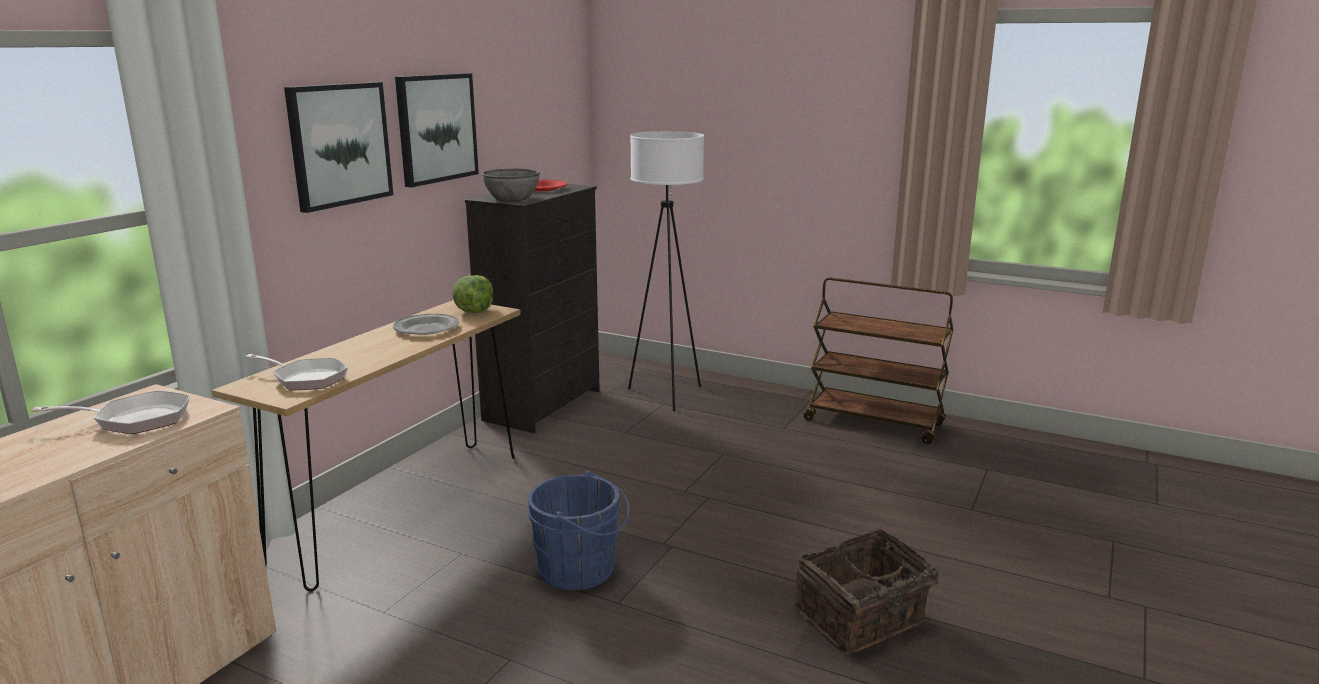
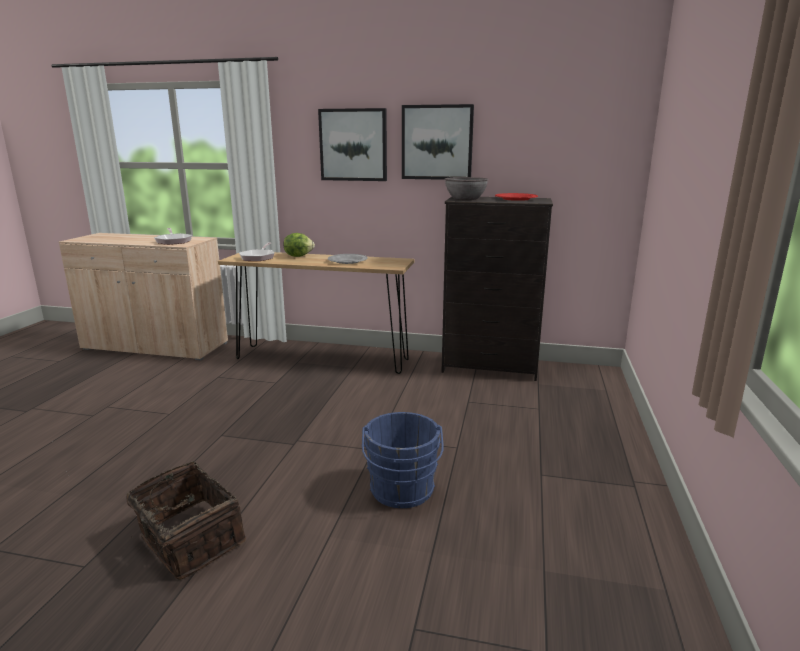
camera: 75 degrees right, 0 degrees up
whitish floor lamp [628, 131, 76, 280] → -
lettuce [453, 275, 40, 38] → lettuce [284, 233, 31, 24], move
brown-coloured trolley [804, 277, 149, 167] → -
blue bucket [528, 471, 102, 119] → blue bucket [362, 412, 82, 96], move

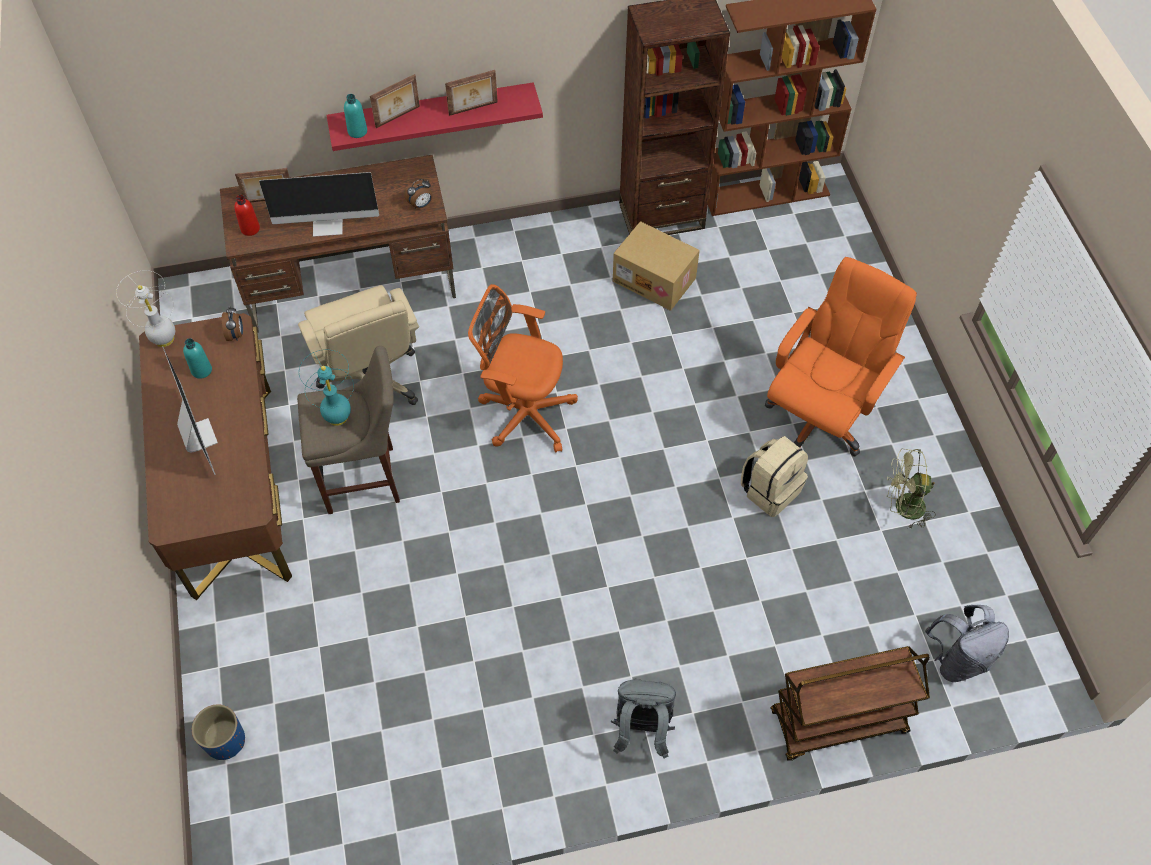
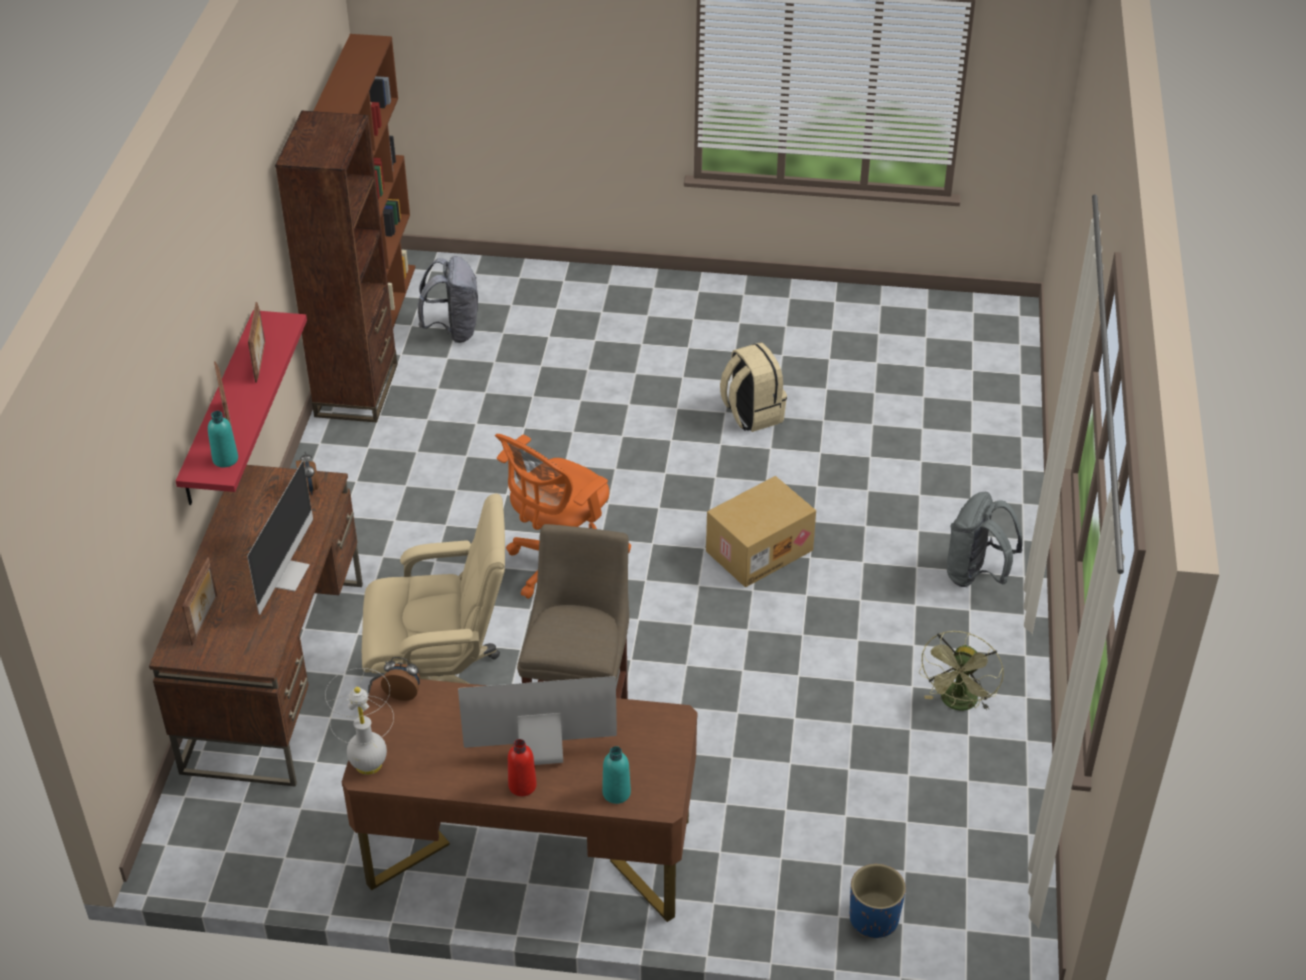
camera: 70 degrees left, 15 degrees down
red beverage bottle [234, 195, 26, 41] → red beverage bottle [508, 739, 29, 57], move
packing box [613, 221, 87, 90] → packing box [706, 476, 110, 111], move
orangey computer chair [765, 257, 152, 199] → -
turquoise beverage bottle [183, 338, 29, 41] → turquoise beverage bottle [602, 746, 29, 58], move
turquoise lamp for a table [299, 350, 55, 76] → -
green-coloured fan [887, 448, 49, 82] → green-coloured fan [919, 631, 85, 80], move
gray rucksack [925, 605, 84, 77] → gray rucksack [418, 256, 60, 87], move
brown-coloured trolley [770, 646, 160, 115] → -

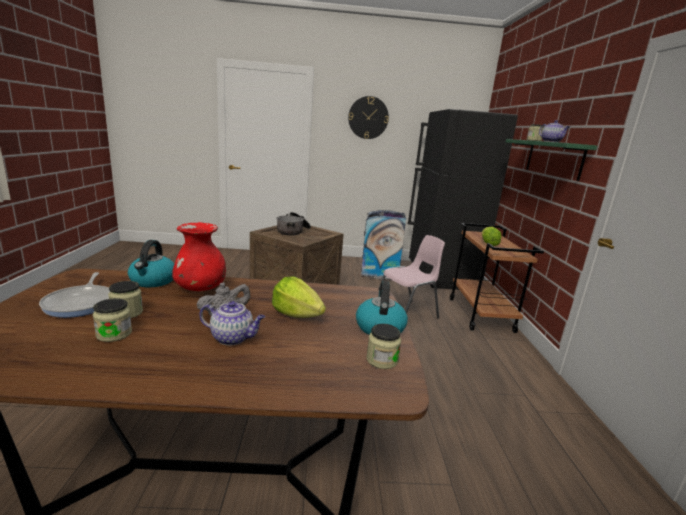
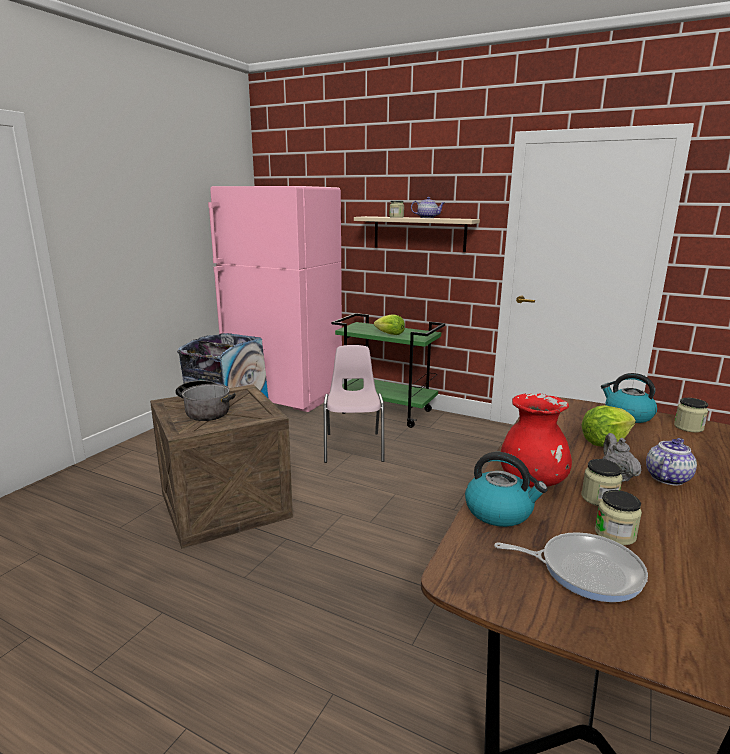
camera: 60 degrees left, 0 degrees up
hanging clock [348, 96, 41, 43] → -
blackish kitchen fridge [408, 109, 110, 181] → pinkish kitchen fridge [208, 186, 134, 226]
green-coloured shelf [506, 139, 91, 42] → beige-coloured shelf [354, 216, 126, 36]
brown-coloured trolley [450, 223, 94, 110] → green-coloured trolley [332, 313, 113, 115]
preserve jar [93, 298, 39, 44] → preserve jar [581, 459, 41, 47], move

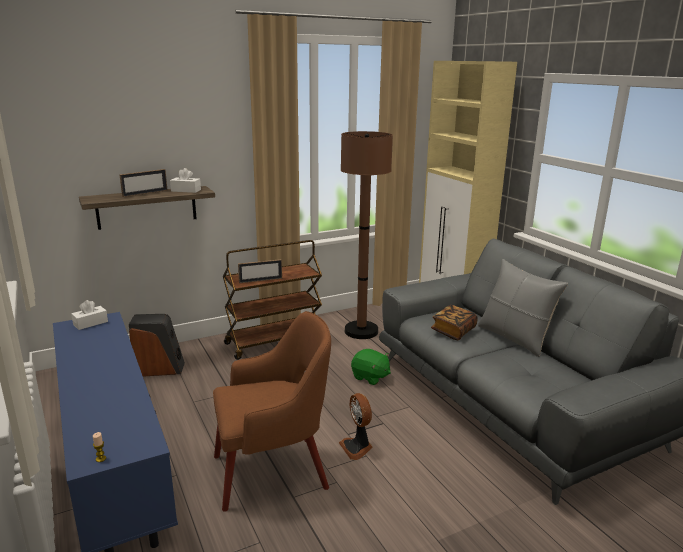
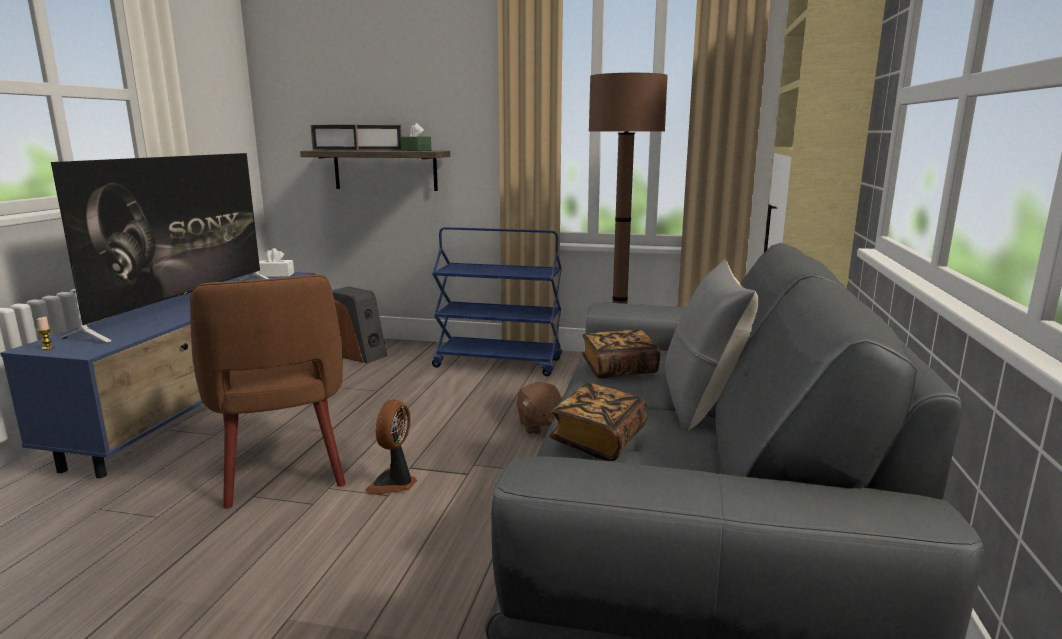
camera: 40 degrees right, 5 degrees down
whitish box of tissues [170, 168, 31, 25] → green-coloured box of tissues [400, 123, 32, 28]
brown-coloured trolley [223, 240, 99, 120] → blue trolley [432, 227, 130, 149]
standing frame [238, 259, 44, 24] → standing frame [310, 125, 49, 26], move
brown-coloured armchair [213, 311, 118, 201] → brown-coloured armchair [190, 275, 155, 234], 45 degrees clockwise
green-coloured soft toy [351, 349, 40, 36] → brown-coloured soft toy [517, 382, 46, 53]
- → TV [51, 153, 218, 190]
- → bound book [549, 383, 98, 78]

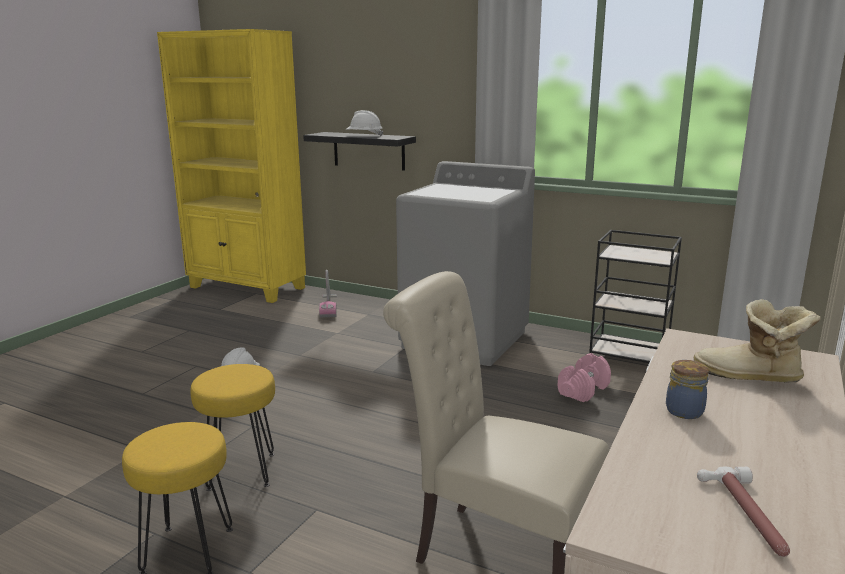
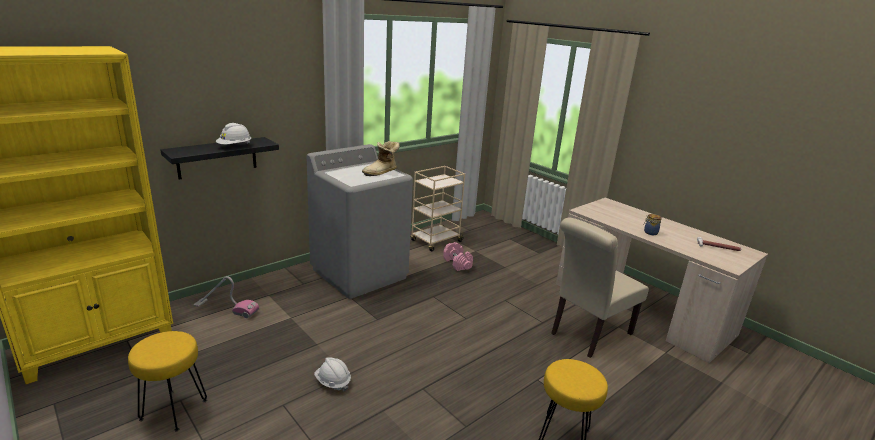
camera: 70 degrees left, 5 degrees up
blackish trolley [588, 230, 94, 133] → beige-coloured trolley [410, 166, 55, 86]
tall boot [694, 299, 127, 84] → tall boot [362, 141, 38, 35], move
yellowish stool seat [190, 364, 85, 127] → yellowish stool seat [128, 331, 79, 100], move

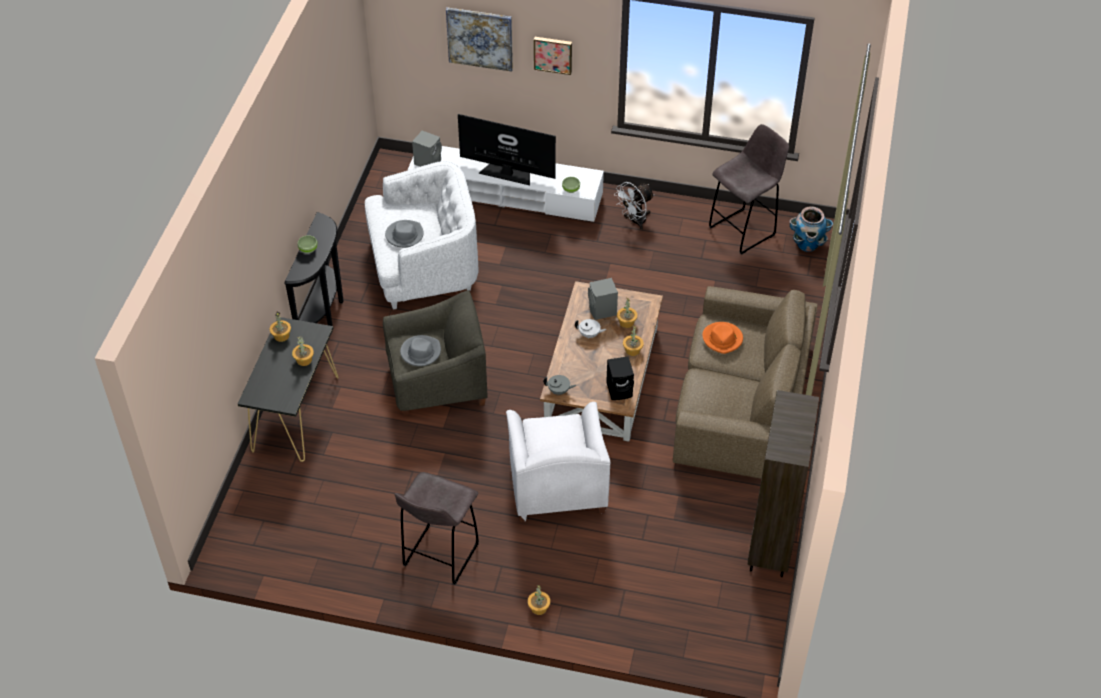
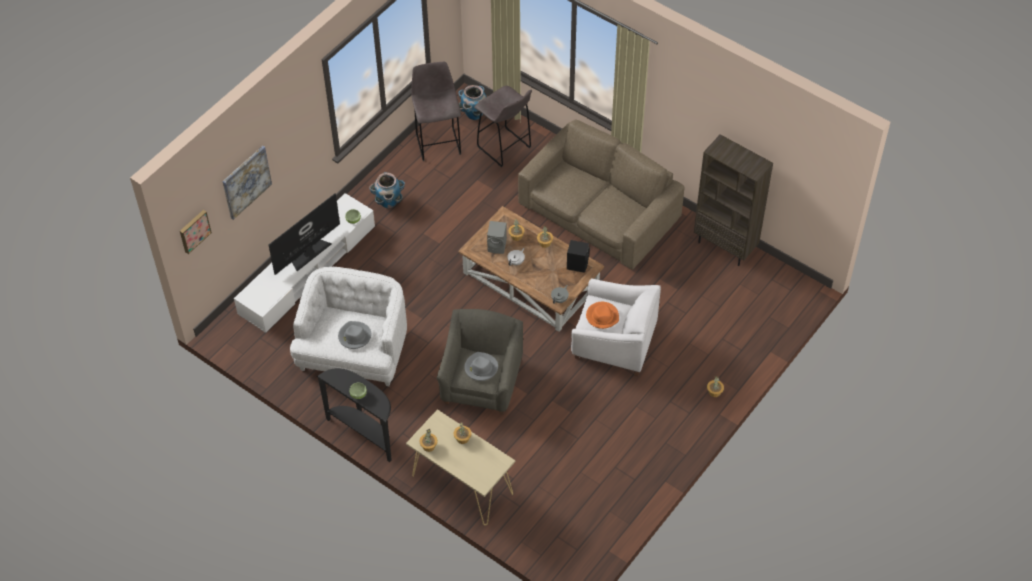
camera: 65 degrees left, 5 degrees up
picture [534, 37, 38, 38] → picture [180, 210, 32, 44], move
gray loudspeaker [412, 131, 30, 36] → -
whitish fan [614, 182, 41, 48] → flower pot [369, 172, 36, 37]
blackish console table [238, 317, 100, 145] → beige-coloured console table [406, 409, 109, 117]
orangey clothing hat [703, 322, 40, 32] → orangey clothing hat [586, 302, 33, 27], move
gray stool seat [395, 472, 84, 113] → gray stool seat [474, 86, 58, 82], move

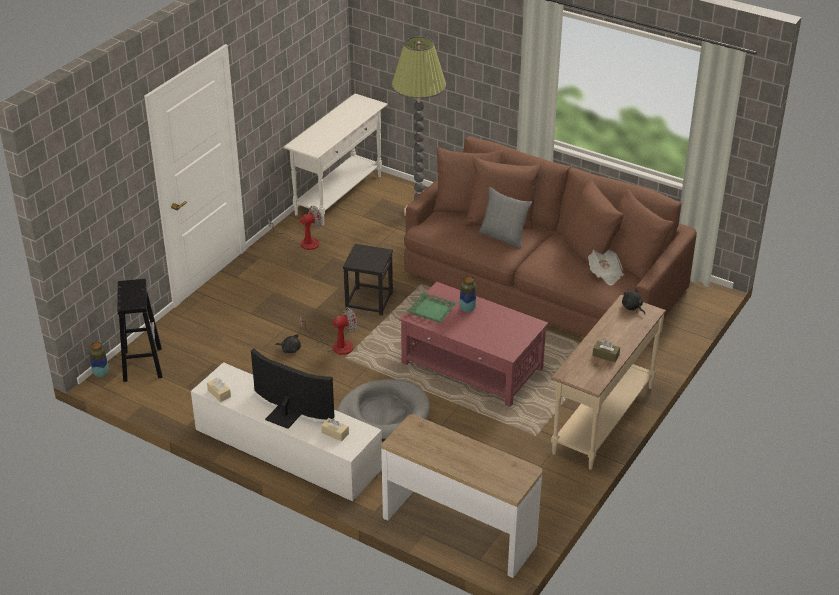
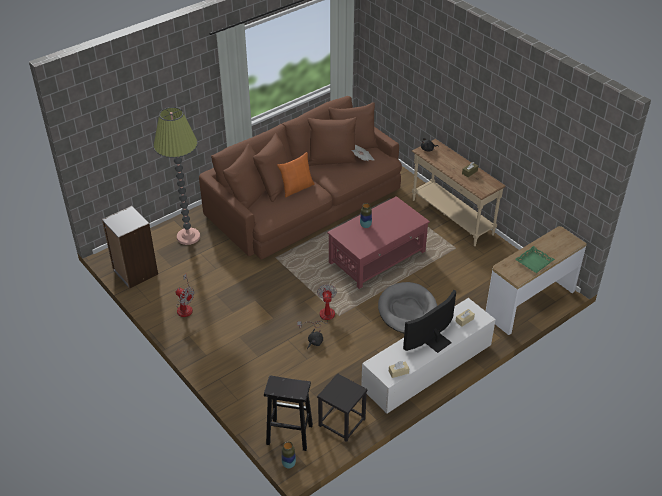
camera: 70 degrees left, 5 degrees up
whitish console table [284, 94, 104, 131] → gray shelving unit [102, 206, 56, 83]
gray pillow [479, 187, 53, 61] → orangey pillow [277, 152, 38, 46]
fan [268, 206, 55, 44] → fan [175, 274, 19, 43], 135 degrees clockwise
blackish stool seat [343, 244, 50, 72] → blackish stool seat [317, 373, 50, 69], move
green-coloured carrying tray [407, 292, 50, 30] → green-coloured carrying tray [515, 246, 40, 27], move

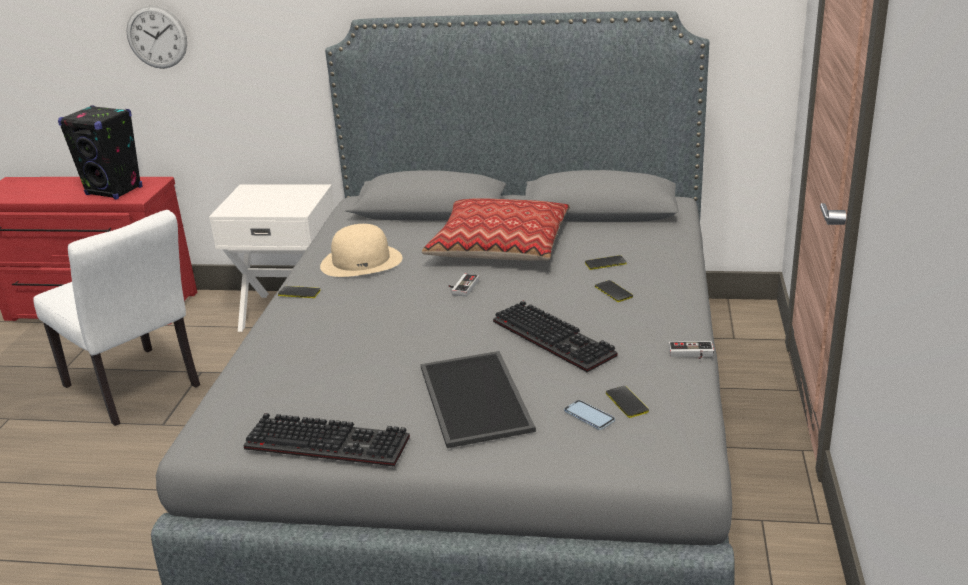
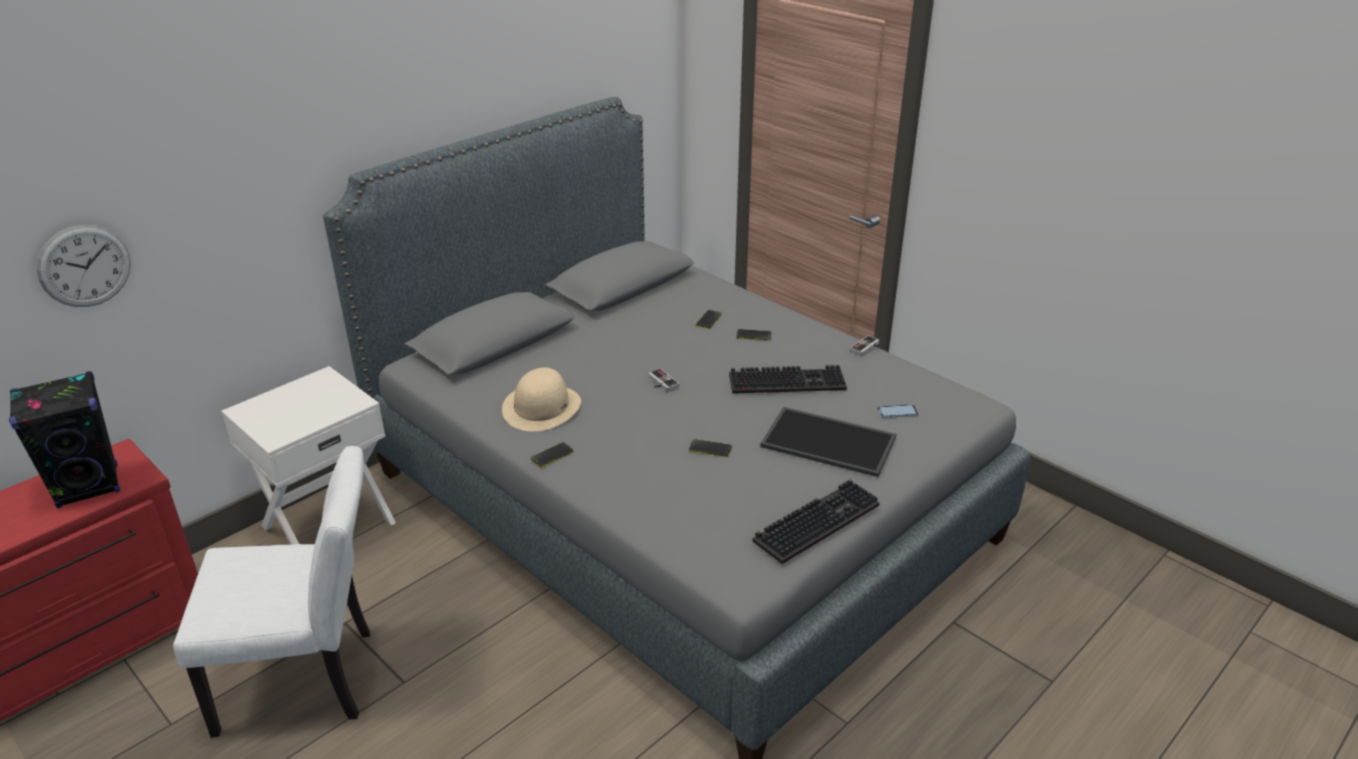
camera: 55 degrees left, 5 degrees up
pillow [422, 198, 148, 63] → -
phone [606, 386, 43, 32] → phone [689, 439, 43, 18], move

